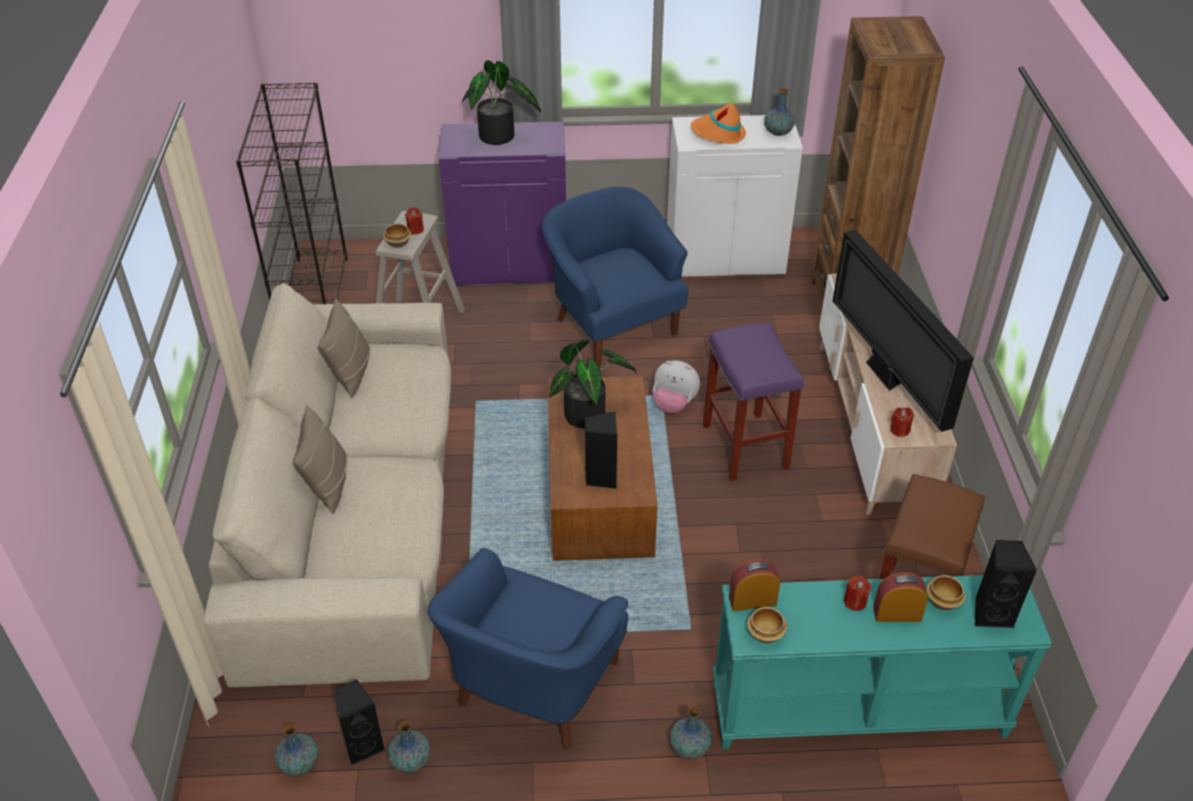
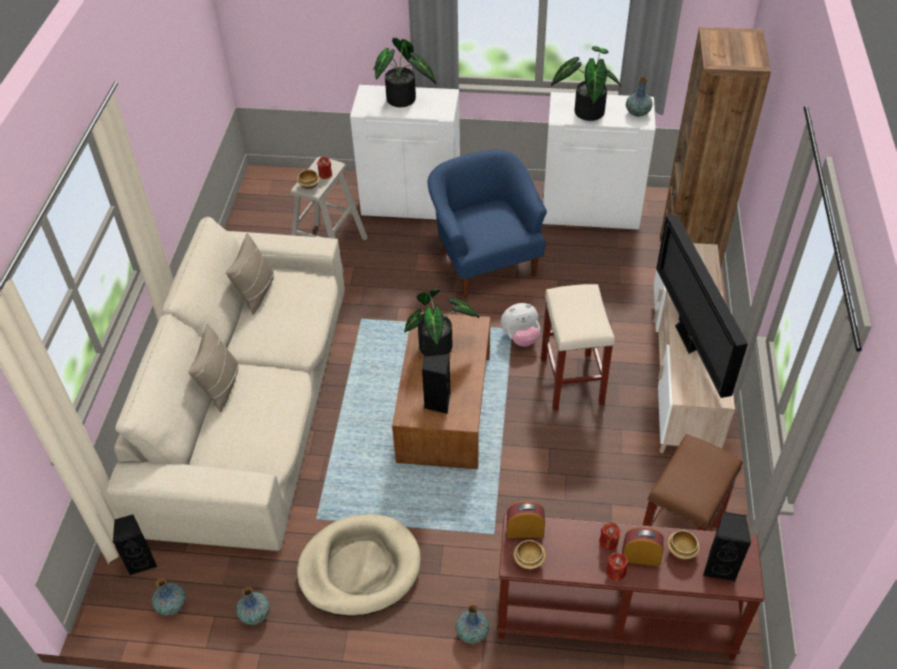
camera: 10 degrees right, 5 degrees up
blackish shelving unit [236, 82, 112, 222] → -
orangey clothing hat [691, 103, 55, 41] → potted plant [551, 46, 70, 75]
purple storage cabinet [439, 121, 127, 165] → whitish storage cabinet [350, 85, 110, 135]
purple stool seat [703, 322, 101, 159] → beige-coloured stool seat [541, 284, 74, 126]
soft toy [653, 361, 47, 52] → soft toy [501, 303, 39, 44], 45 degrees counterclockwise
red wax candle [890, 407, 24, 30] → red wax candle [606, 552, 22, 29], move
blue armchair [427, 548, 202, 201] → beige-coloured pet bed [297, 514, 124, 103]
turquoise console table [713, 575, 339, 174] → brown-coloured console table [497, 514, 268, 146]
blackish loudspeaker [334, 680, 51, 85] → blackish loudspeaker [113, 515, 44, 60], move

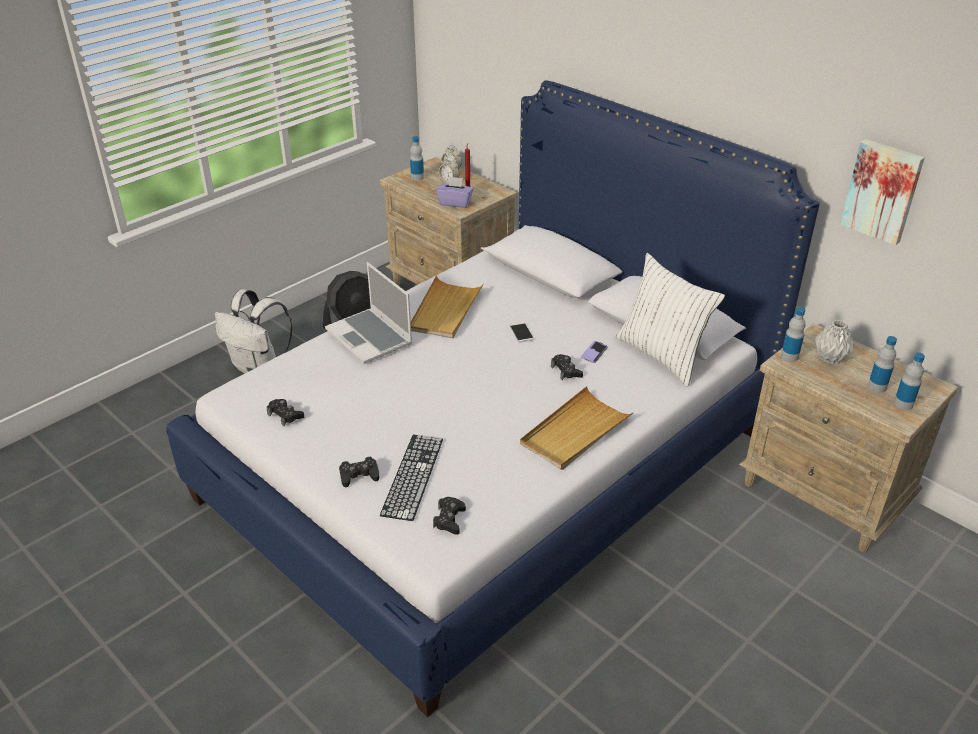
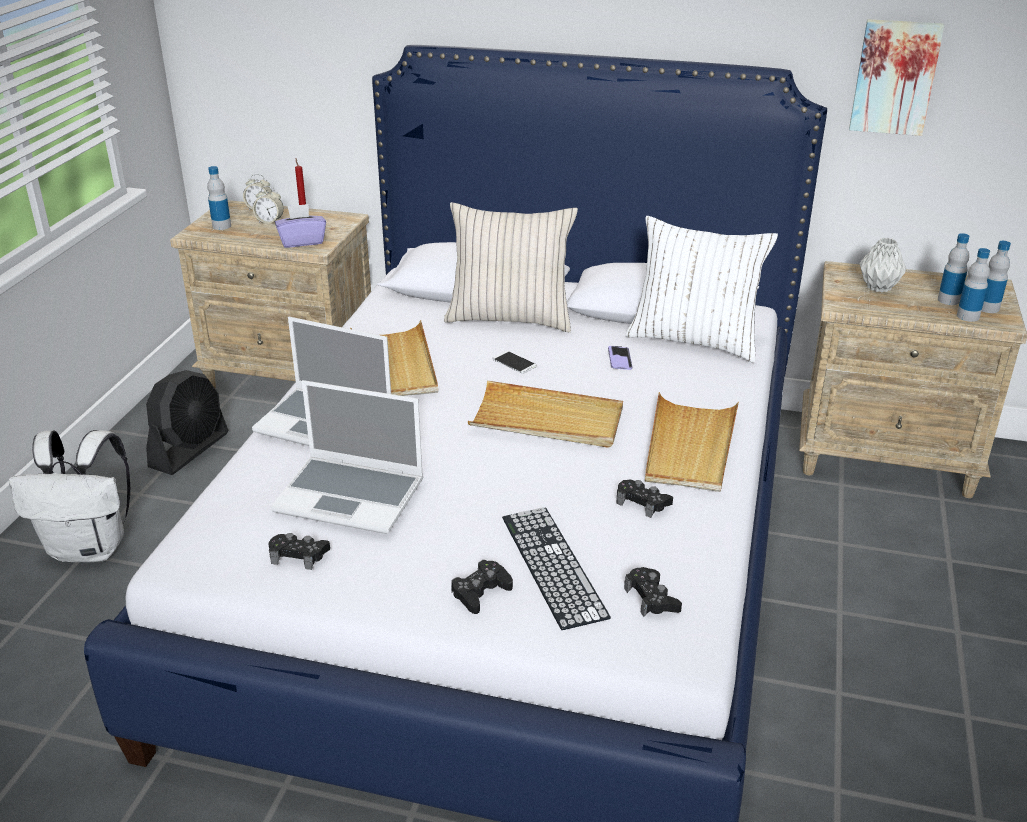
camera: 30 degrees left, 5 degrees down
beverage bottle [781, 307, 25, 55] → beverage bottle [957, 248, 33, 74], move
blackish game controller [551, 354, 32, 26] → blackish game controller [616, 480, 57, 38], move
- → beige-coloured pillow [444, 202, 134, 130]
- → notebook computer [270, 380, 153, 154]
- → beige-coloured carrying tray [468, 381, 155, 67]

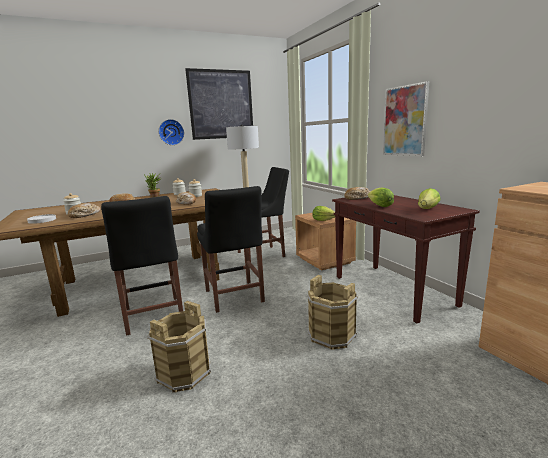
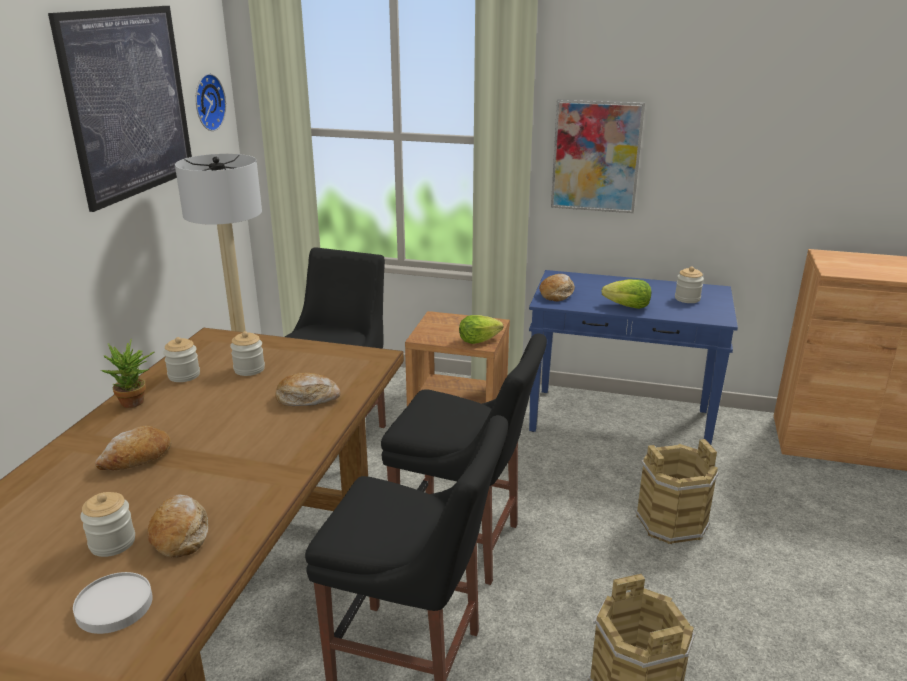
camera: 50 degrees left, 10 degrees up
hanging clock [159, 119, 25, 26] → hanging clock [196, 74, 30, 57], move
lettuce [418, 188, 23, 21] → preserve jar [675, 267, 29, 36]
brown-coloured console table [332, 195, 148, 129] → blue console table [529, 270, 209, 175]

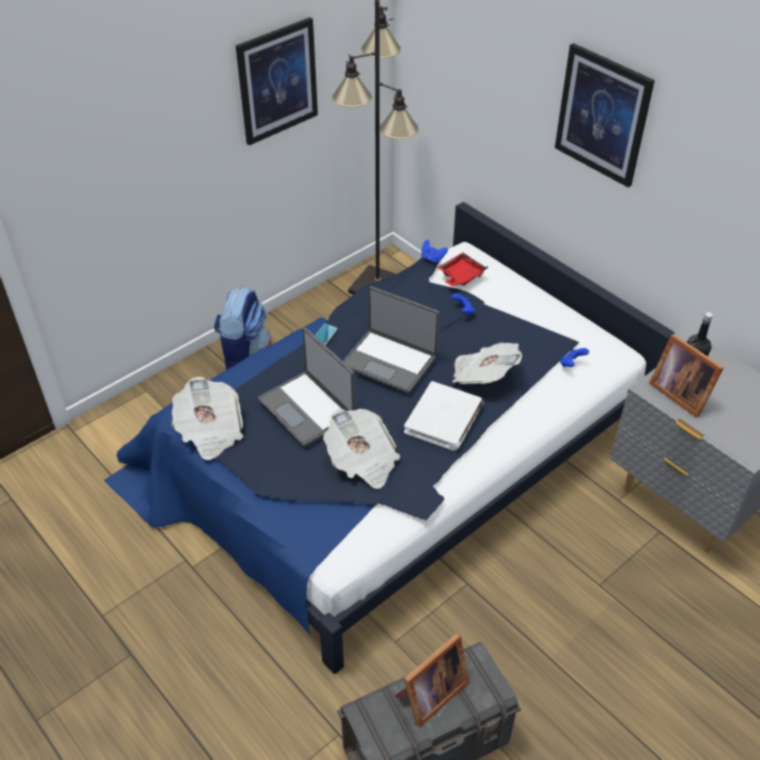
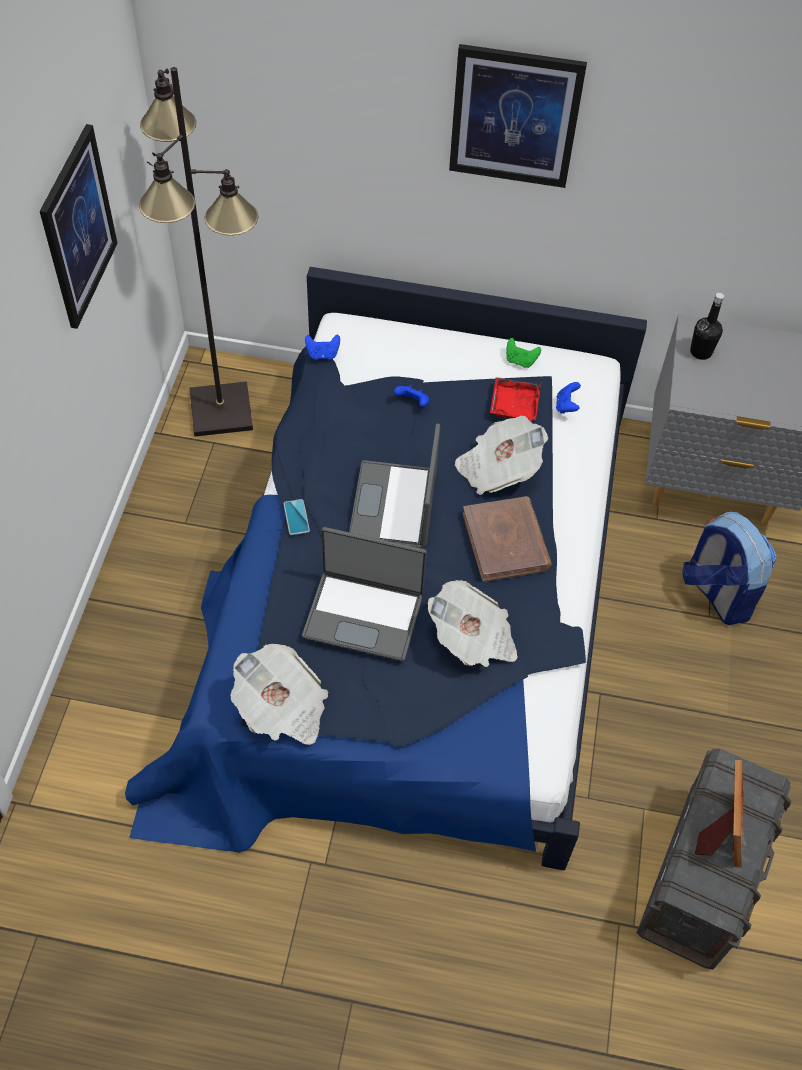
camera: 40 degrees left, 10 degrees up
red carrying tray [438, 253, 50, 34] → red carrying tray [490, 377, 51, 45], move
rucksack [214, 286, 58, 84] → rucksack [683, 512, 94, 113], move
notebook computer [343, 286, 96, 108] → notebook computer [349, 424, 91, 125], 105 degrees clockwise
standing frame [649, 334, 75, 84] → -
whitish bound book [404, 381, 80, 70] → brown-coloured bound book [463, 496, 89, 86]
- → green-coloured game controller [506, 338, 35, 30]

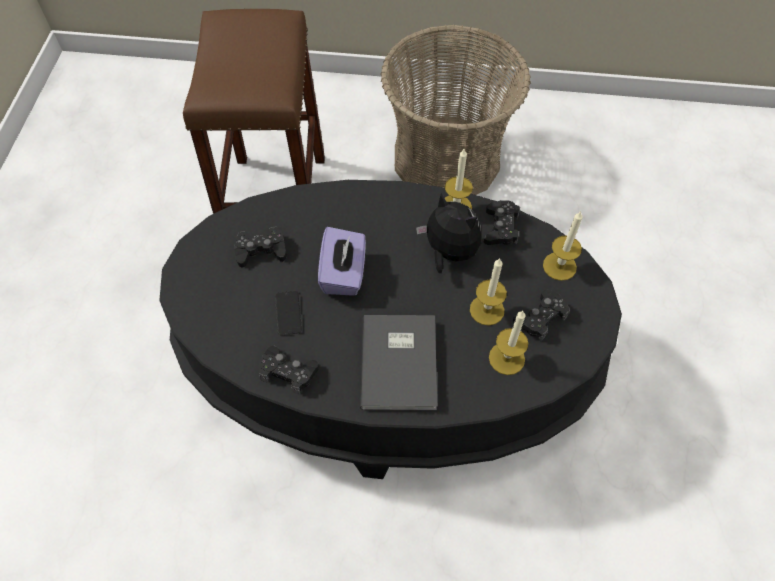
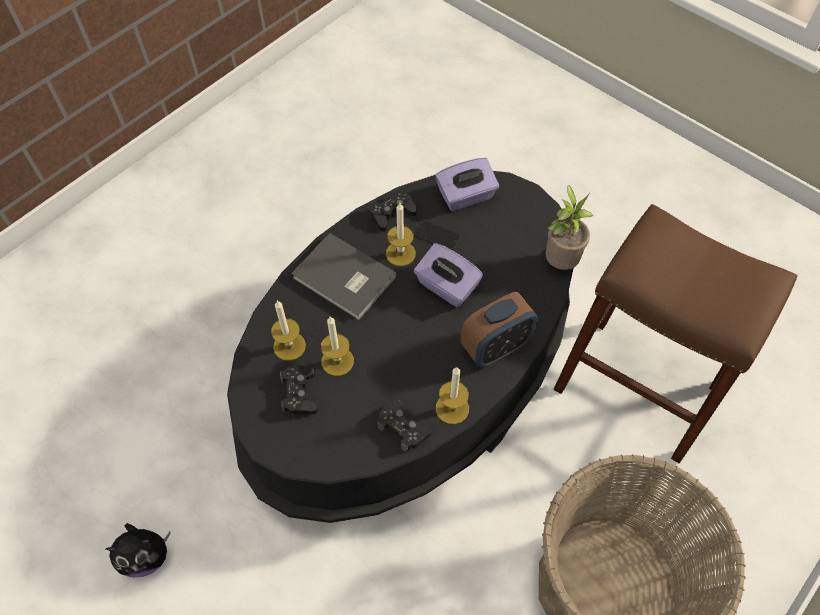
camera: 125 degrees right, 0 degrees up
soft toy [416, 193, 65, 80] → soft toy [106, 523, 65, 55], move
wax candle [543, 211, 40, 70] → wax candle [386, 203, 30, 63], move
blackish game controller [234, 227, 53, 41] → -
- → purple box of tissues [436, 158, 63, 53]
- → potted plant [546, 185, 47, 85]
- → table clock [460, 292, 78, 76]

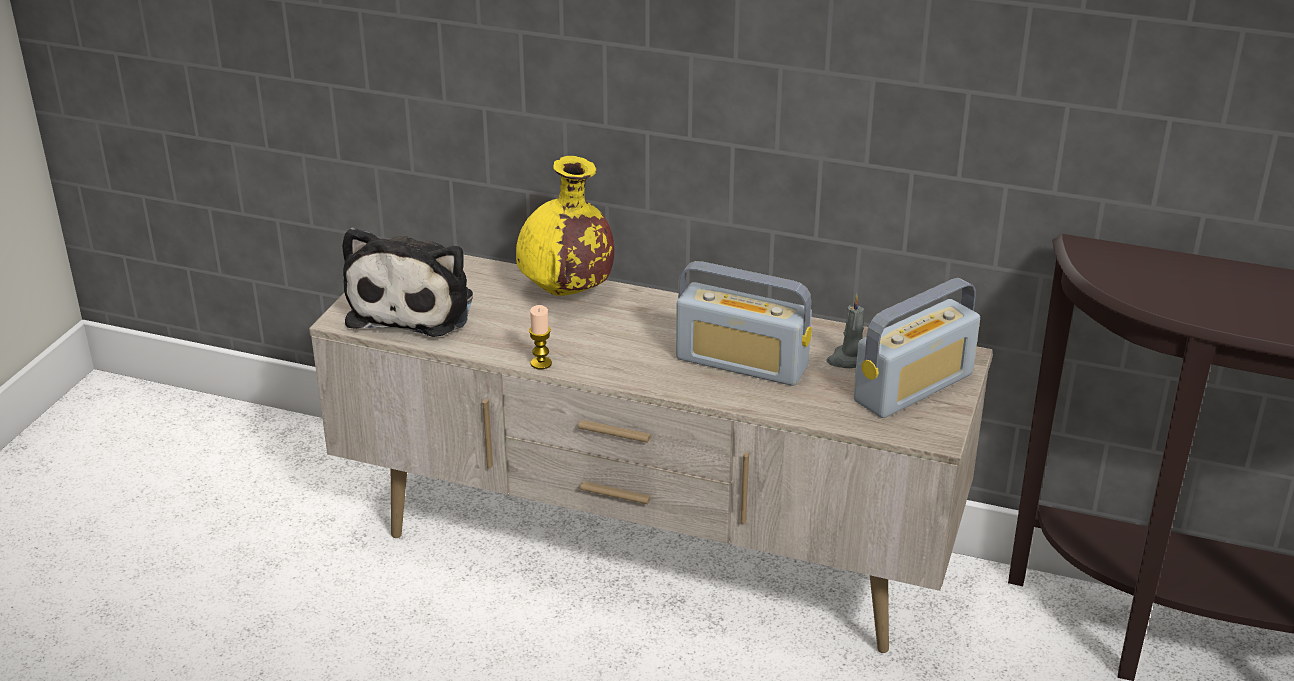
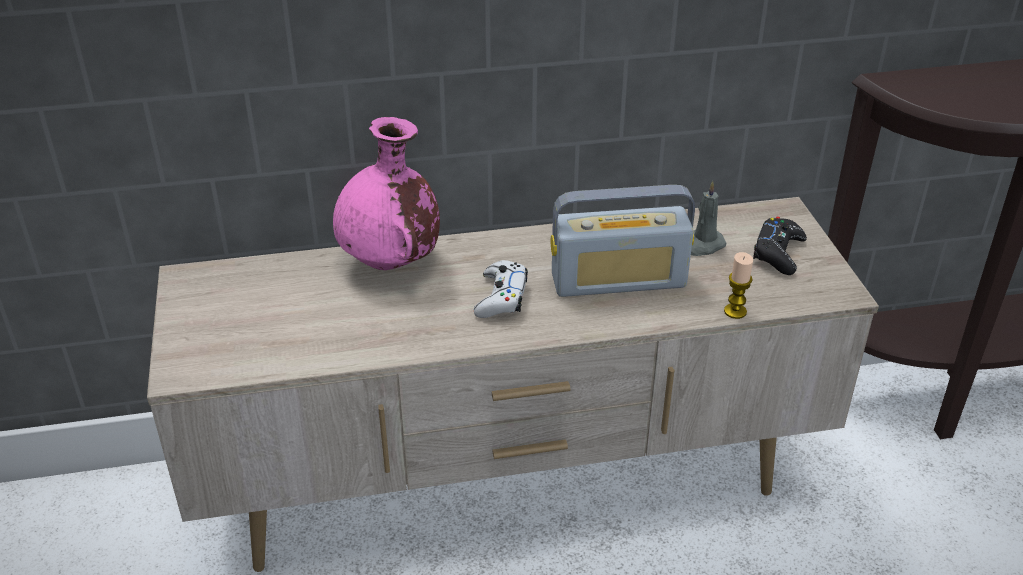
camera: 30 degrees left, 5 degrees up
yellowish decorative vase [516, 156, 98, 140] → pinkish decorative vase [333, 117, 107, 153]
soft toy [342, 227, 131, 110] → -
radio [854, 278, 126, 140] → blackish game controller [753, 217, 54, 58]
wax candle [529, 305, 23, 64] → wax candle [724, 252, 29, 67], move
- → whitish game controller [474, 260, 54, 58]

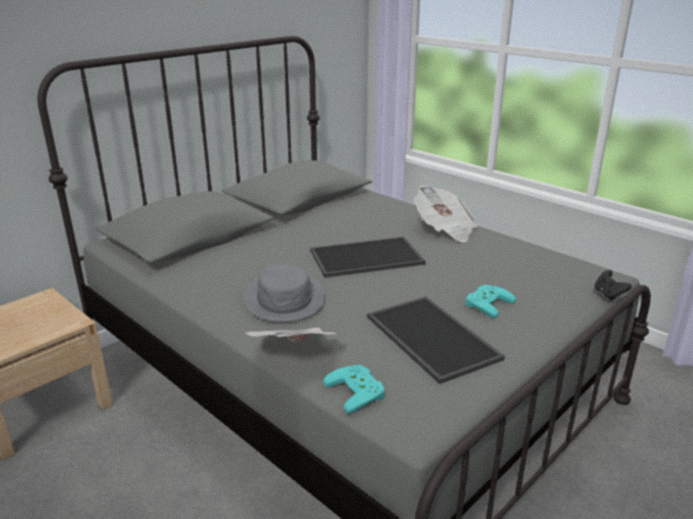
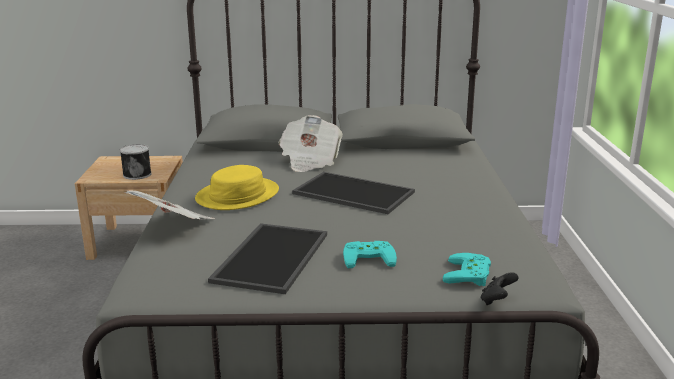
camera: 45 degrees right, 5 degrees down
daily paper [413, 185, 65, 57] → daily paper [279, 115, 64, 57], move
gray clothing hat [244, 263, 81, 59] → yellowish clothing hat [195, 165, 84, 45]
turquoise game controller [323, 365, 62, 48] → turquoise game controller [443, 253, 48, 33], move
- → can [120, 144, 31, 36]

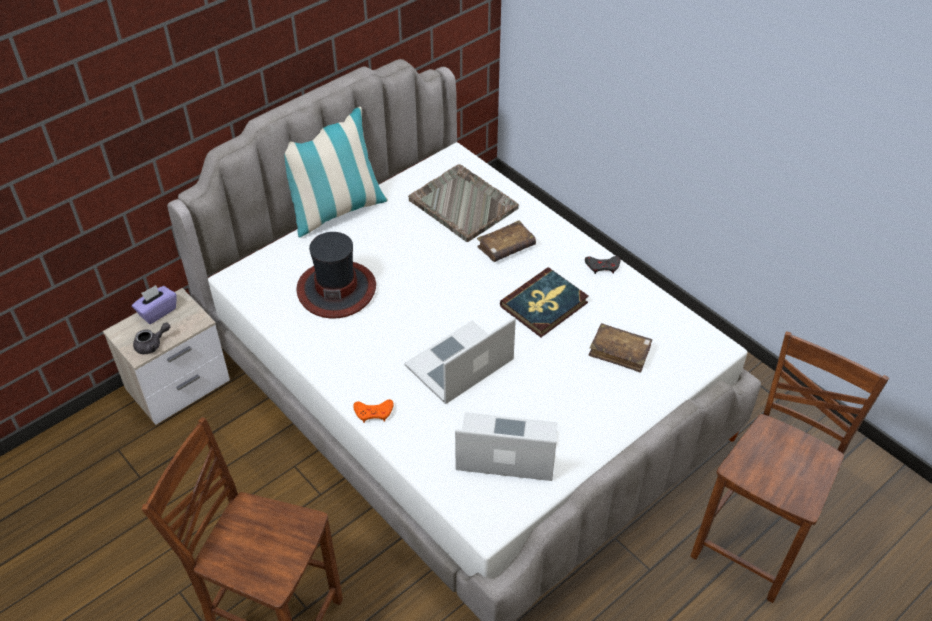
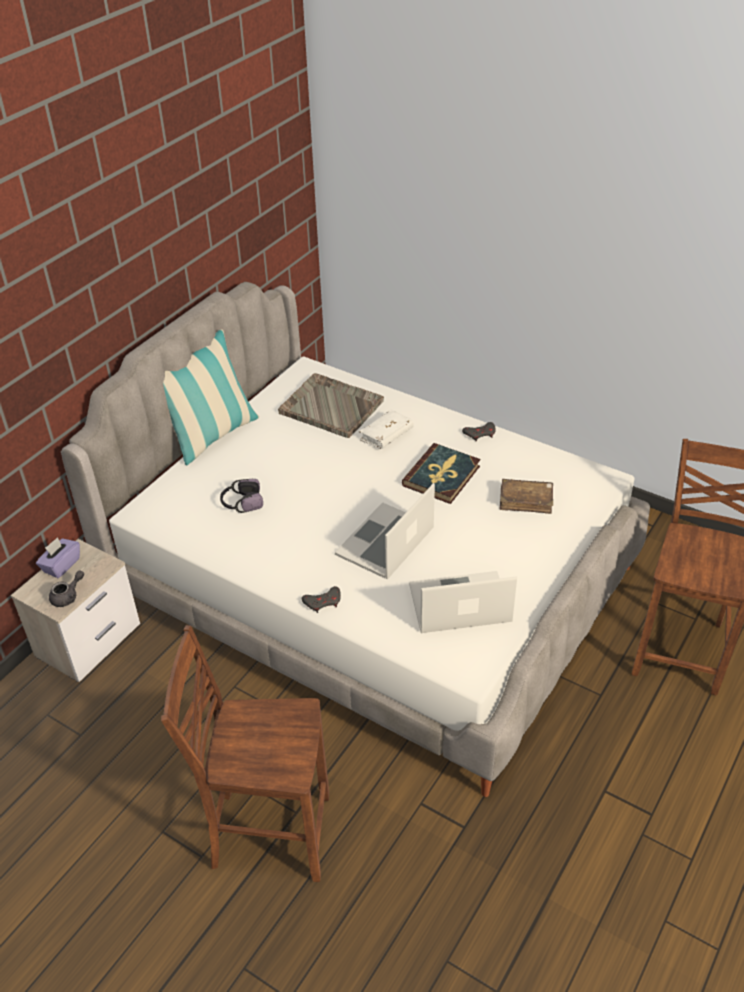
camera: 15 degrees left, 5 degrees down
brown-coloured bound book [477, 220, 59, 42] → whitish bound book [359, 409, 55, 40]
clothing hat [296, 232, 80, 87] → headset [220, 479, 43, 34]
orangey game controller [353, 400, 41, 23] → gray game controller [302, 586, 39, 27]

